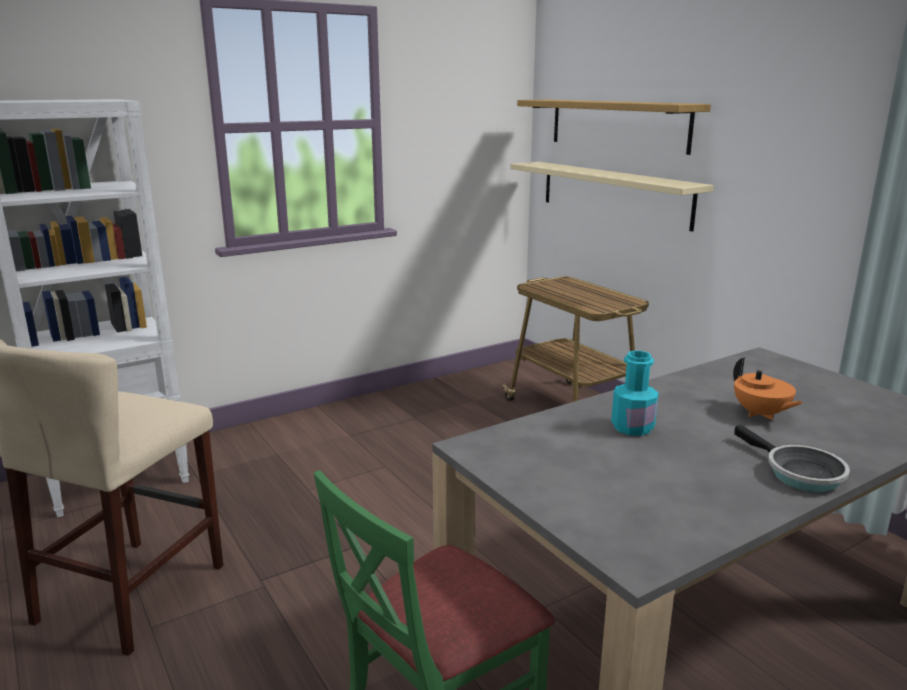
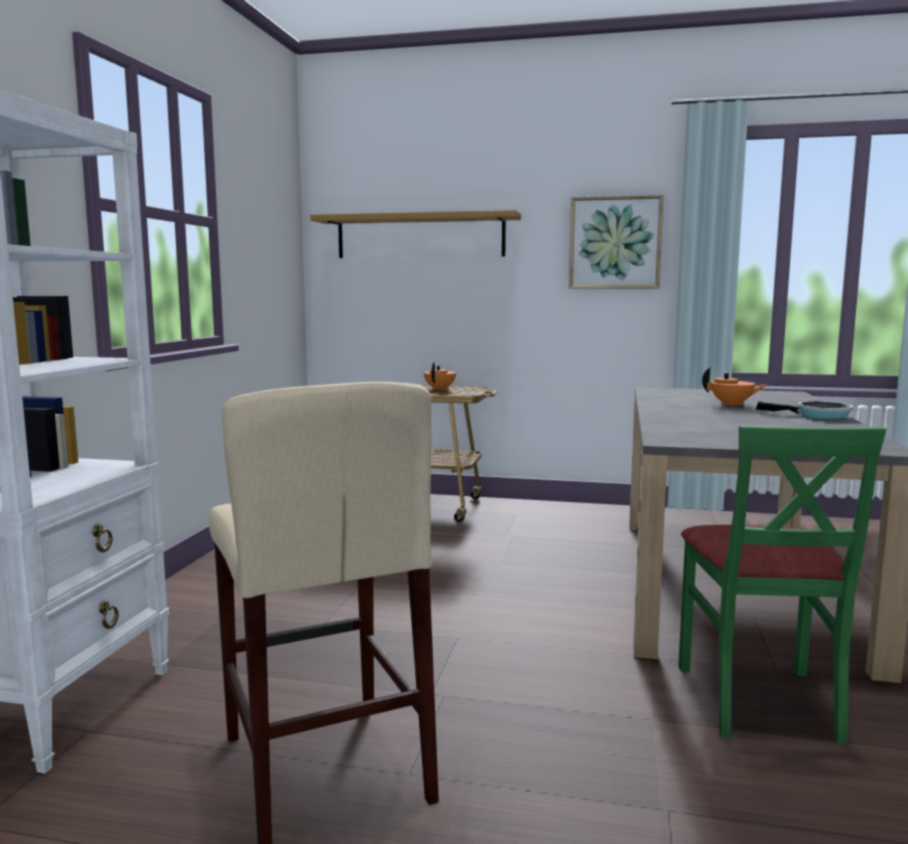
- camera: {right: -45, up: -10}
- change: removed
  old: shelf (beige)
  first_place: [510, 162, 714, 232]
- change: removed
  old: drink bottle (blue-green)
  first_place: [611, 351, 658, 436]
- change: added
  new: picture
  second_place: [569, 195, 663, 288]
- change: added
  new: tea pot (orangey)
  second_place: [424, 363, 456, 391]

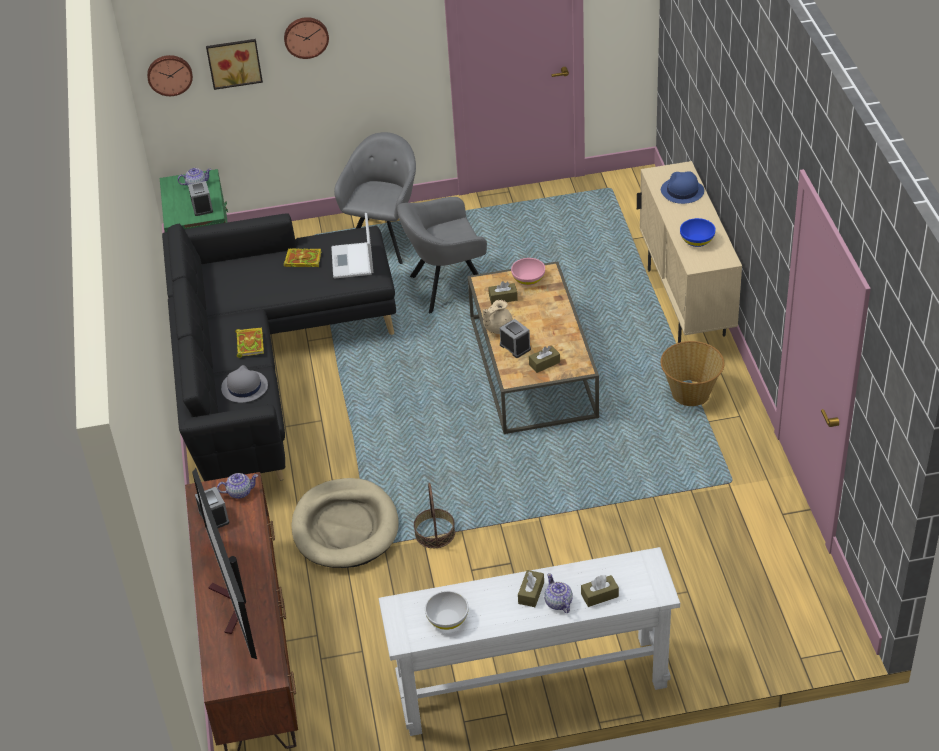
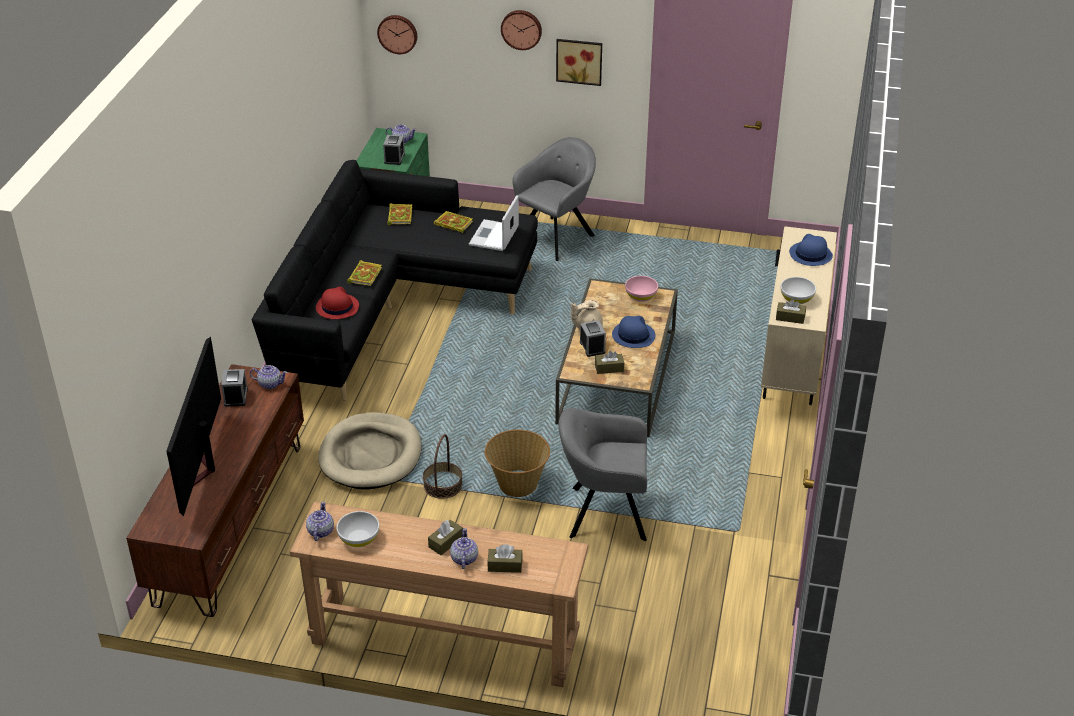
- camera: {right: 20, up: -5}
- change: moved
  old: picture
  first_place: [206, 39, 263, 90]
  second_place: [556, 39, 602, 86]
- change: moved
  old: easy chair (grey)
  first_place: [397, 197, 487, 313]
  second_place: [559, 408, 647, 541]
- change: recoloured
  old: serving bowl (blue)
  new: serving bowl (white-coloured)
  first_place: [680, 218, 716, 247]
  second_place: [781, 277, 816, 304]
- change: moved
  old: tissue holder (brown)
  first_place: [489, 281, 518, 304]
  second_place: [776, 299, 806, 324]
- change: moved
  old: storage basket
  first_place: [661, 341, 724, 406]
  second_place: [485, 430, 550, 497]
- change: recoloured
  old: clothing hat (grey)
  new: clothing hat (red)
  first_place: [221, 365, 268, 403]
  second_place: [316, 287, 359, 319]
- change: recoloured
  old: console table (white-coloured)
  new: console table (brown)
  first_place: [379, 547, 680, 736]
  second_place: [290, 501, 588, 687]
- change: added
  new: book
  second_place: [387, 203, 412, 225]
- change: added
  new: clothing hat (blue)
  second_place: [612, 316, 656, 348]
- change: added
  new: tea pot
  second_place: [306, 501, 334, 541]

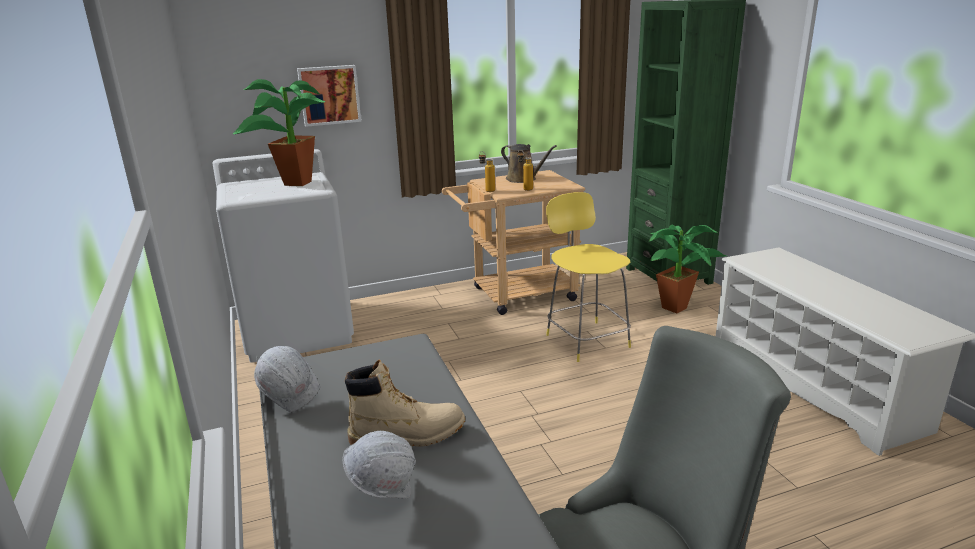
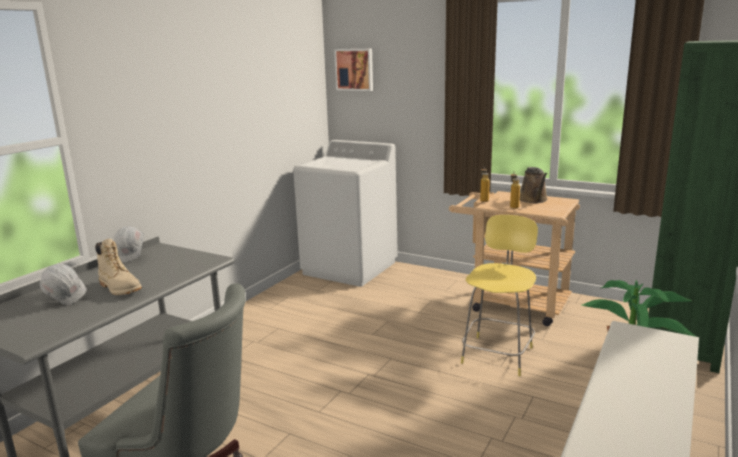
- camera: {right: 50, up: -5}
- change: moved
  old: picture
  first_place: [297, 65, 361, 127]
  second_place: [334, 49, 373, 91]
- change: removed
  old: plant in a pot
  first_place: [233, 79, 325, 186]

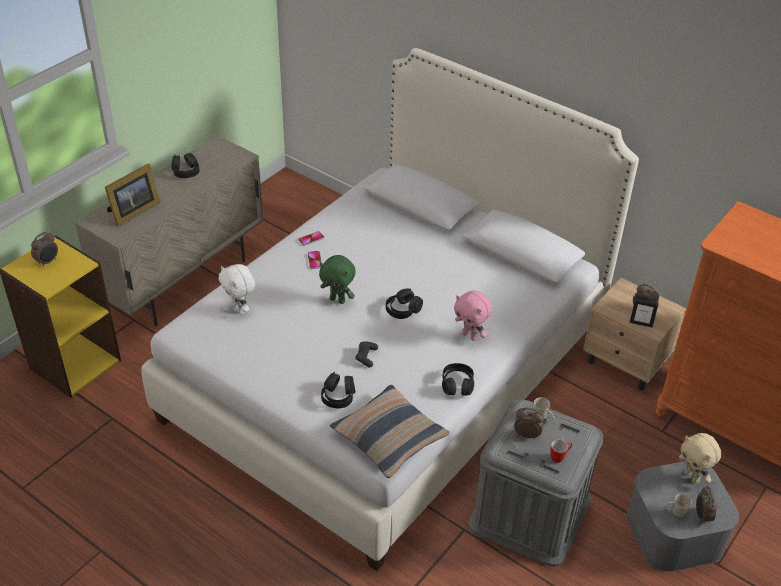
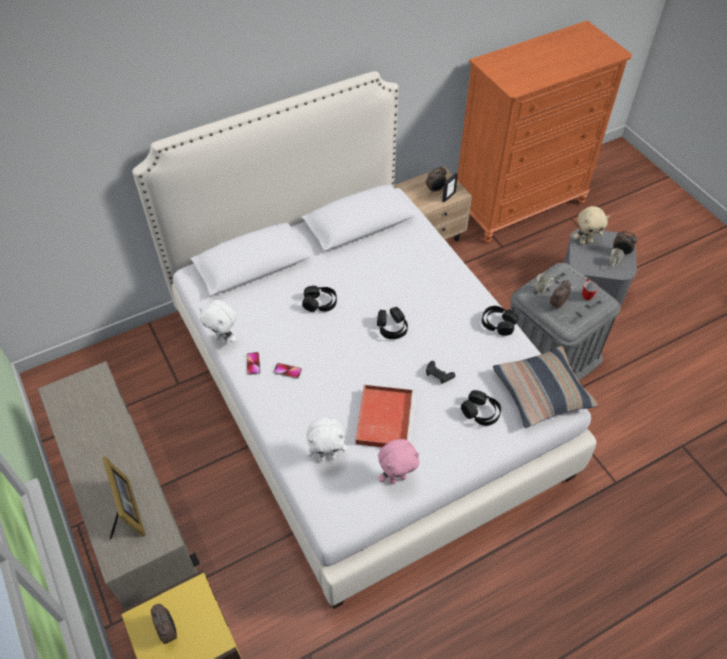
- camera: {right: -65, up: 10}
- change: moved
  old: headphones (black)
  first_place: [171, 153, 199, 178]
  second_place: [302, 286, 337, 312]
- change: removed
  old: plush toy (greenish)
  first_place: [319, 255, 356, 304]
- change: moved
  old: plush toy (pink-coloured)
  first_place: [454, 290, 492, 341]
  second_place: [378, 439, 419, 484]
- change: added
  new: plush toy (white-coloured)
  second_place: [199, 300, 237, 345]
- change: added
  new: serving tray (red)
  second_place: [356, 385, 416, 447]

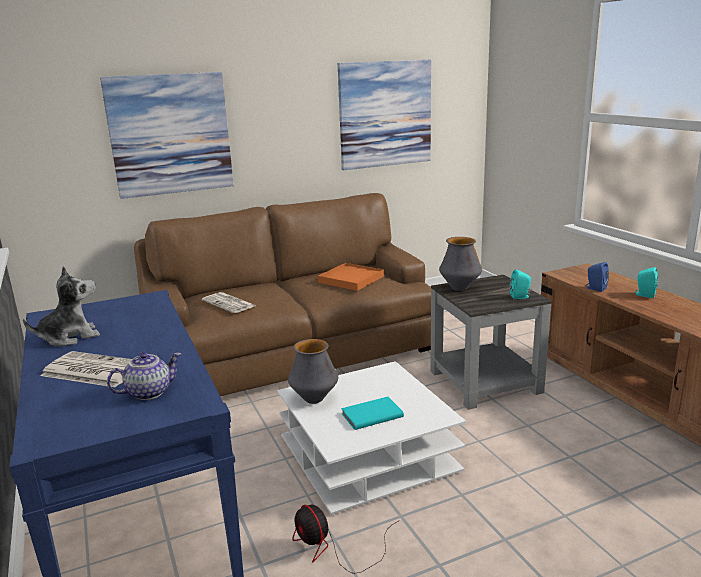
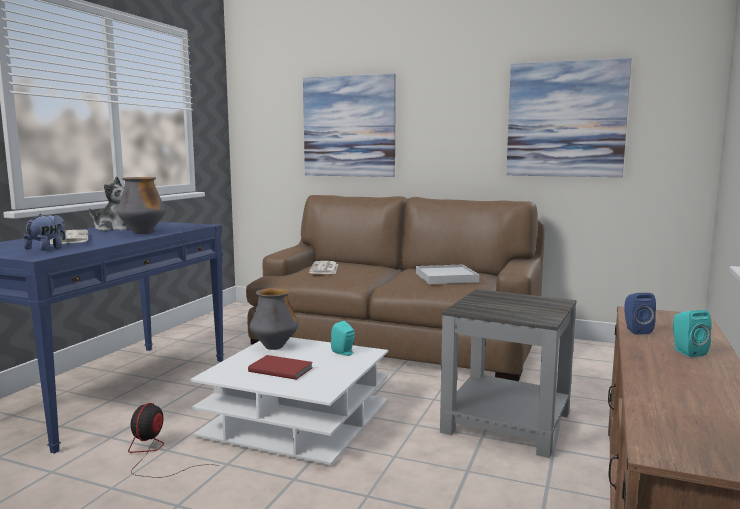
- camera: {right: 45, up: -10}
- change: moved
  old: flower vase
  first_place: [439, 237, 482, 291]
  second_place: [116, 177, 166, 234]
- change: recoloured
  old: serving tray (orangey)
  new: serving tray (white-coloured)
  first_place: [318, 263, 384, 291]
  second_place: [416, 265, 479, 284]
- change: moved
  old: loudspeaker (blue-green)
  first_place: [510, 269, 531, 299]
  second_place: [331, 321, 354, 356]
- change: replaced
  old: tea pot
  new: plush toy
  first_place: [107, 352, 181, 400]
  second_place: [24, 214, 66, 250]
- change: recoloured
  old: book (blue-green)
  new: book (red)
  first_place: [341, 397, 404, 430]
  second_place: [248, 355, 313, 380]

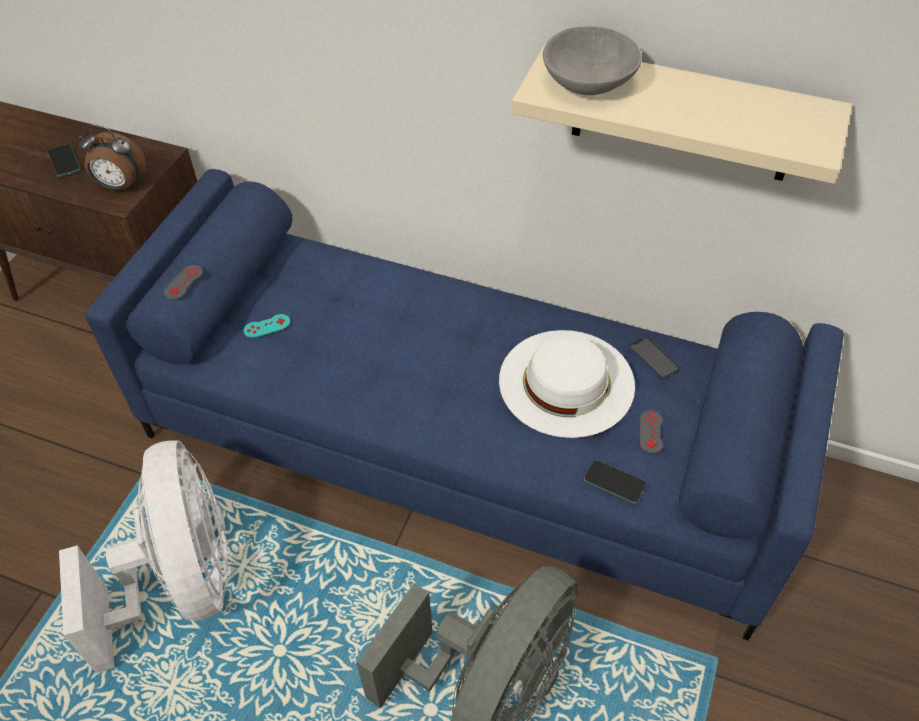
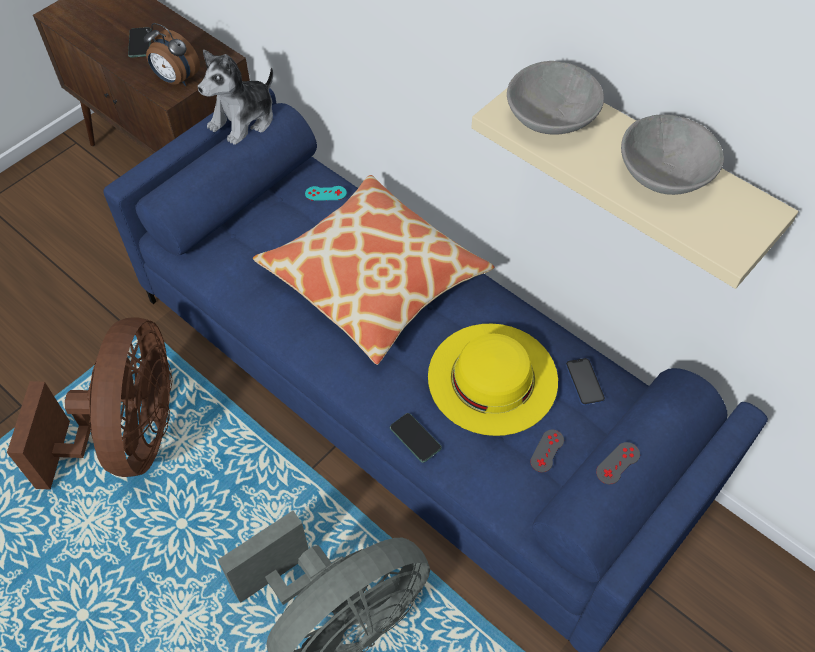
- camera: {right: 20, up: 5}
- change: moved
  old: joypad (grey)
  first_place: [164, 265, 203, 300]
  second_place: [596, 442, 640, 485]
- change: moved
  old: joypad (blue-green)
  first_place: [243, 314, 290, 338]
  second_place: [305, 186, 347, 201]
- change: recoloured
  old: clothing hat (white-coloured)
  new: clothing hat (yellow-coloured)
  first_place: [499, 330, 635, 438]
  second_place: [428, 324, 558, 436]
- change: recoloured
  old: electric fan (white-coloured)
  new: electric fan (brown)
  first_place: [59, 441, 228, 673]
  second_place: [7, 317, 172, 490]
- change: moved
  old: telephone
  first_place: [584, 460, 647, 504]
  second_place: [390, 413, 442, 463]
- change: added
  new: plush toy
  second_place: [198, 50, 273, 145]
- change: added
  new: serving bowl (grey)
  second_place: [621, 115, 724, 195]
- change: added
  new: pillow
  second_place: [253, 175, 495, 365]

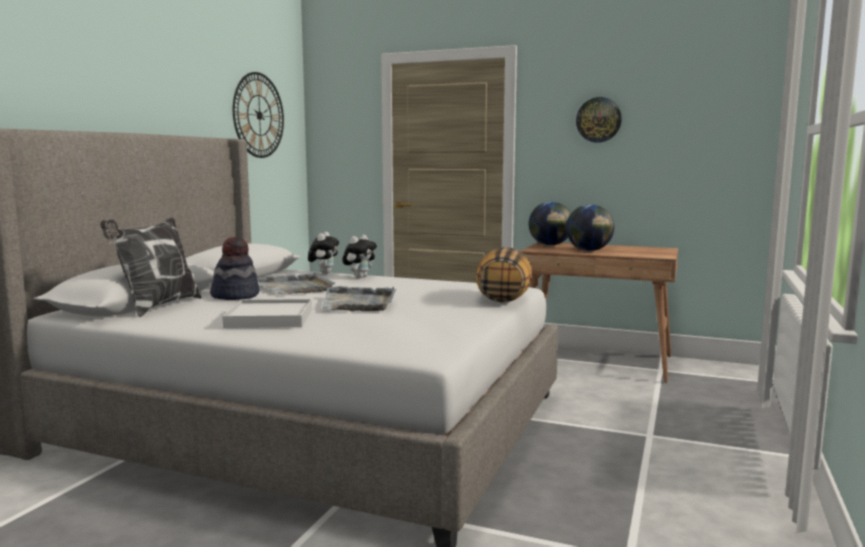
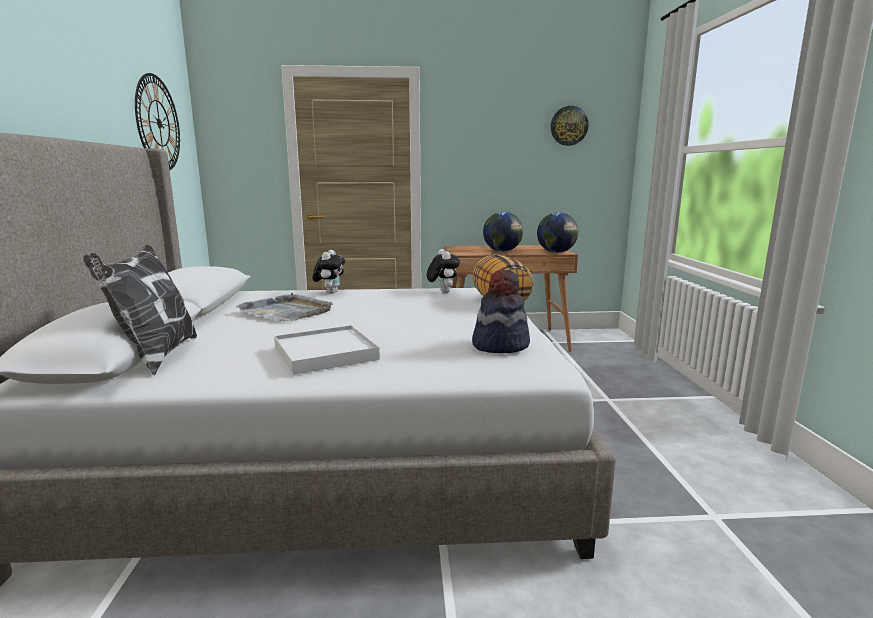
- camera: {right: -25, up: 5}
- change: moved
  old: hanging clock
  first_place: [576, 97, 622, 143]
  second_place: [551, 106, 588, 146]
- change: moved
  old: globe
  first_place: [529, 202, 571, 246]
  second_place: [537, 212, 578, 253]
- change: moved
  old: plush toy
  first_place: [308, 232, 339, 274]
  second_place: [427, 249, 460, 293]
- change: moved
  old: clothing hat
  first_place: [210, 237, 259, 300]
  second_place: [472, 270, 530, 353]
- change: removed
  old: serving tray (grey)
  first_place: [322, 286, 396, 311]

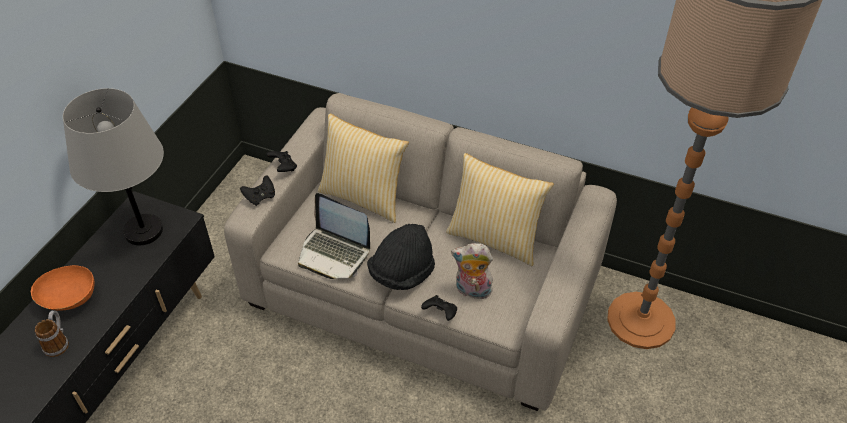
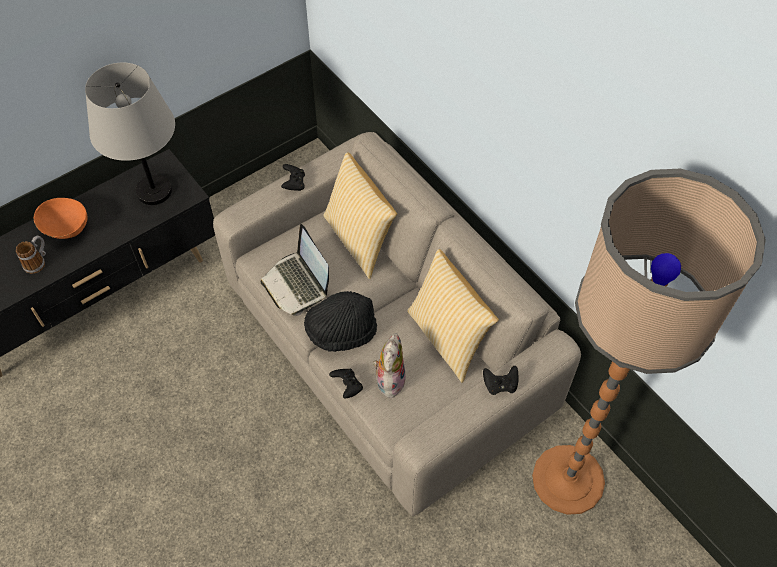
- camera: {right: 30, up: 10}
- change: moved
  old: joypad (black)
  first_place: [240, 175, 275, 206]
  second_place: [483, 366, 519, 395]
- change: turned
  old: plush toy
  first_place: [451, 243, 494, 299]
  second_place: [373, 333, 406, 398]
  degrees: 60

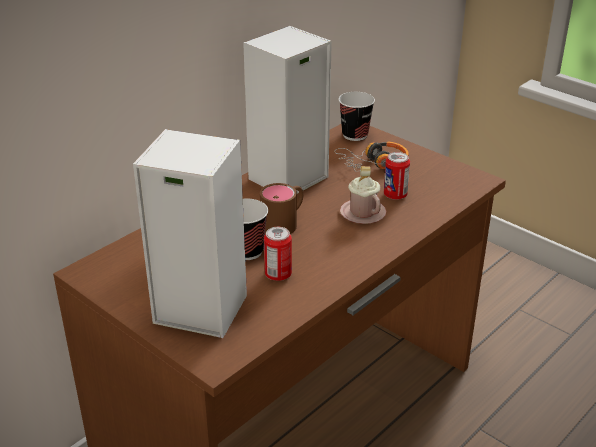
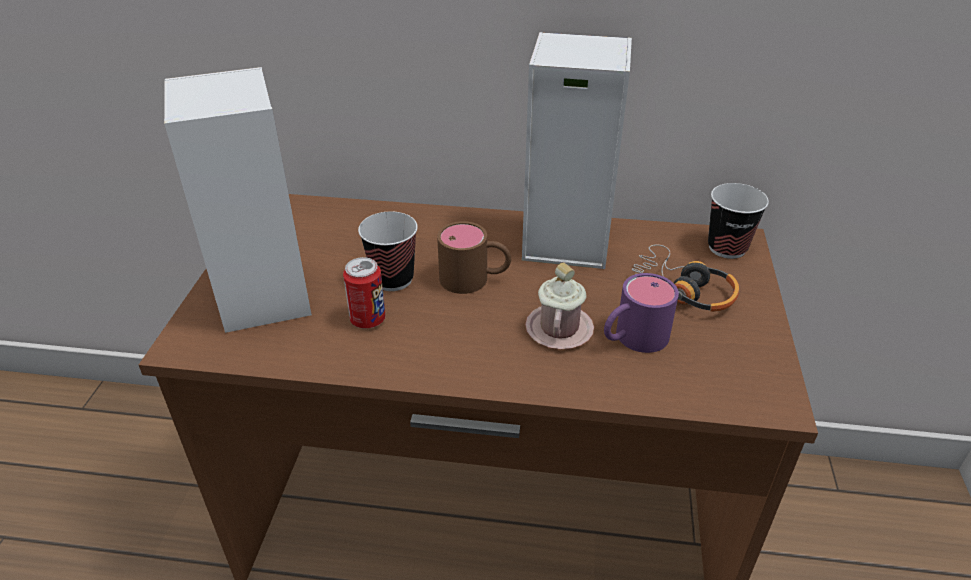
- camera: {right: 55, up: 5}
- change: replaced
  old: metal can
  new: tea mug (purple-coloured)
  first_place: [384, 152, 410, 200]
  second_place: [604, 273, 679, 353]

